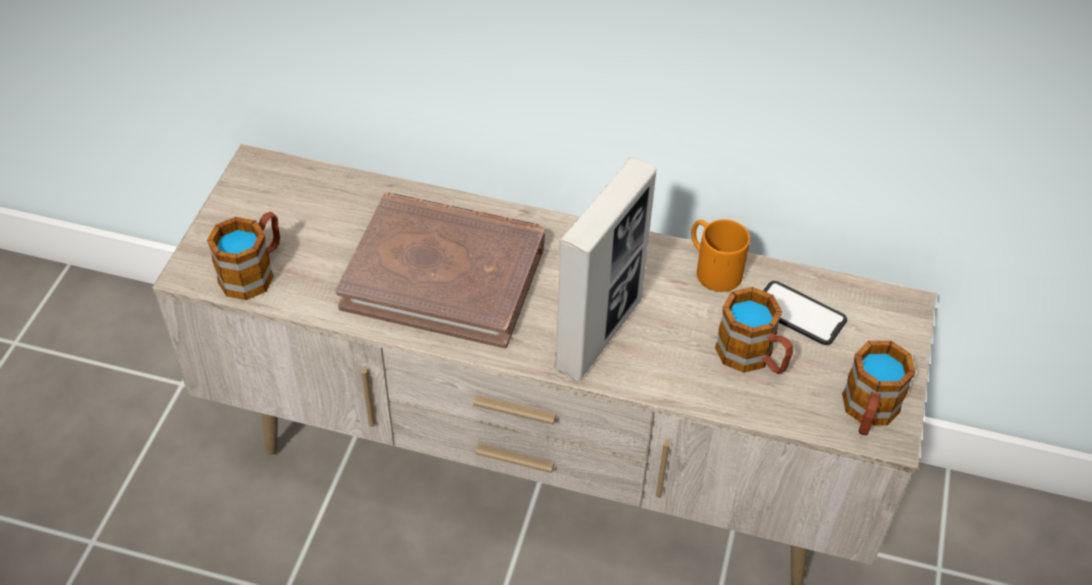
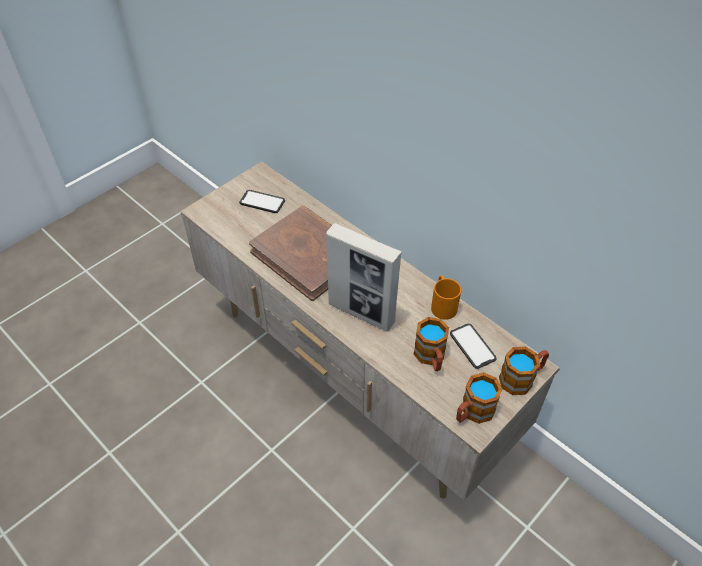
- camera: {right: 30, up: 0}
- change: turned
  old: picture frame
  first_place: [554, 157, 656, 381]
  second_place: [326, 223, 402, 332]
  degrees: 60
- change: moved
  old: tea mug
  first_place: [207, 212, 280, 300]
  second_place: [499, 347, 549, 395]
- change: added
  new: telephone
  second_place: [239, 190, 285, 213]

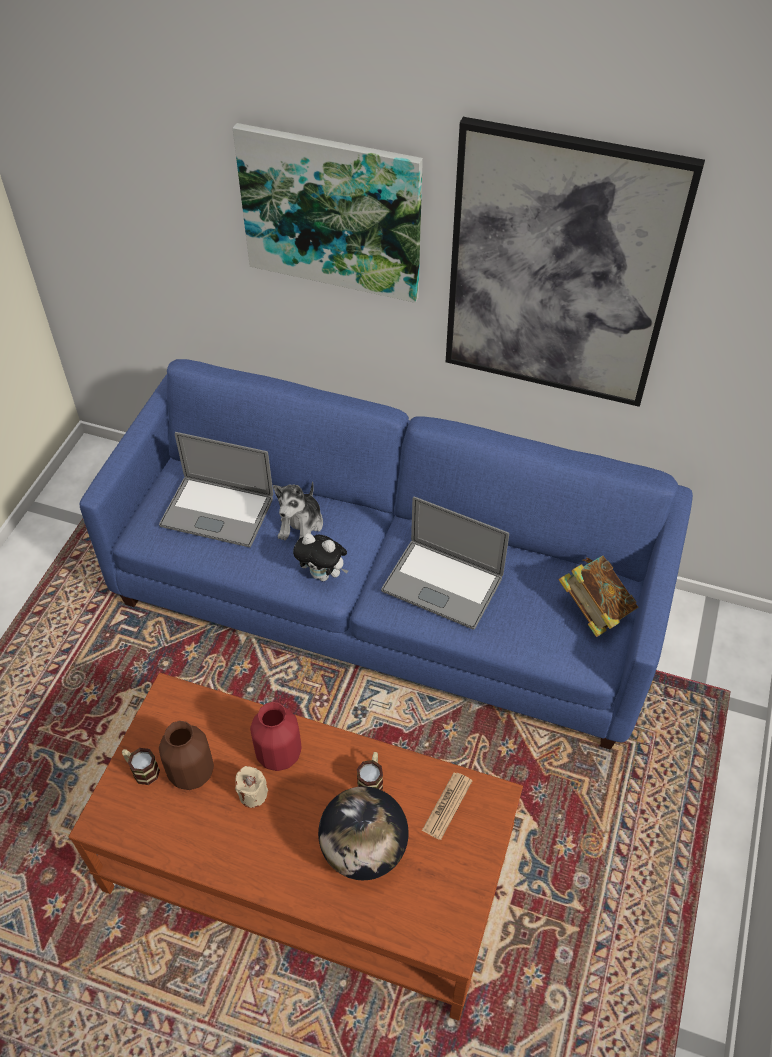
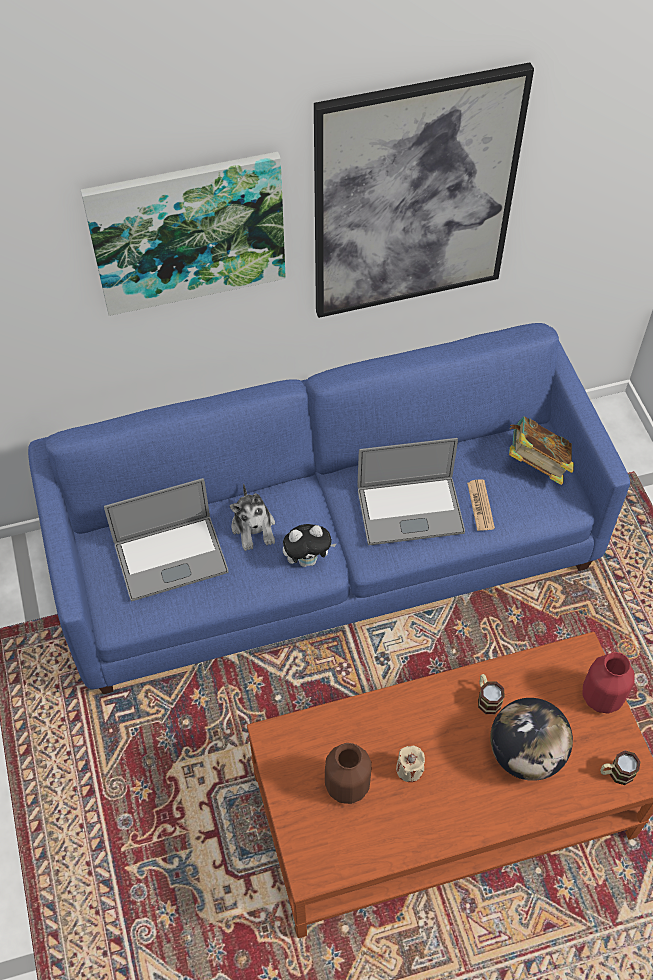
- camera: {right: -35, up: 5}
- change: moved
  old: flower vase (red)
  first_place: [250, 702, 302, 771]
  second_place: [583, 652, 635, 713]
- change: moved
  old: tea mug
  first_place: [122, 748, 160, 785]
  second_place: [600, 750, 641, 785]
- change: moved
  old: printed paper
  first_place: [422, 773, 473, 840]
  second_place: [467, 480, 495, 531]

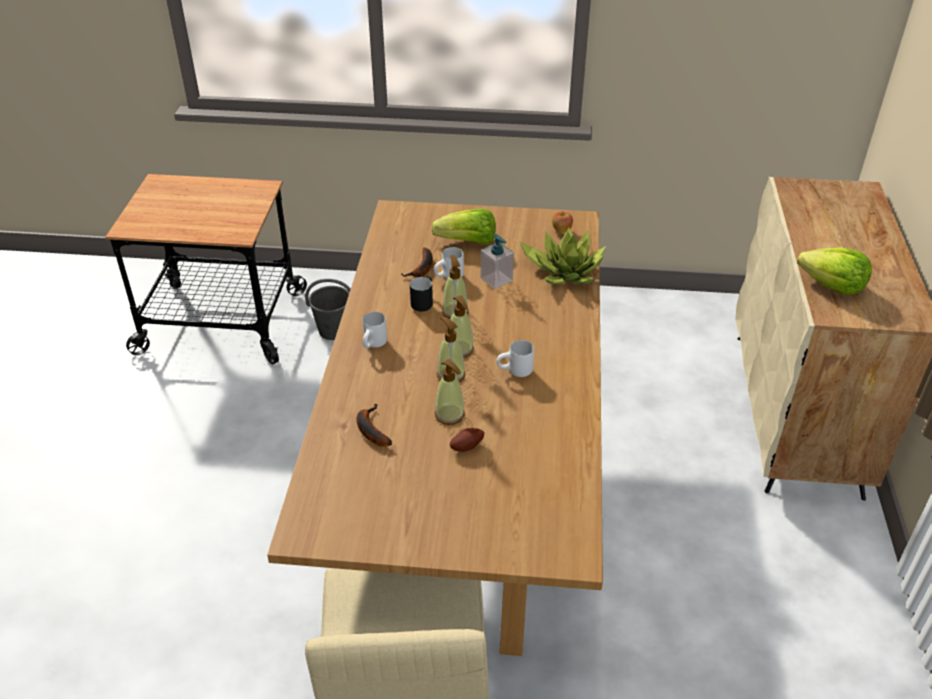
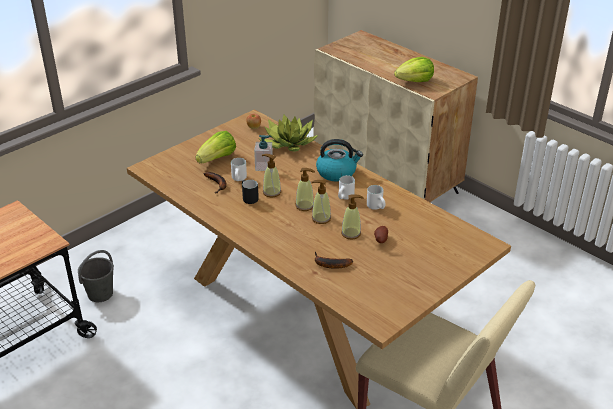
- camera: {right: -50, up: -5}
- change: moved
  old: tea mug (white-coloured)
  first_place: [362, 312, 387, 349]
  second_place: [367, 185, 385, 210]
- change: added
  new: tea kettle
  second_place: [316, 139, 363, 181]

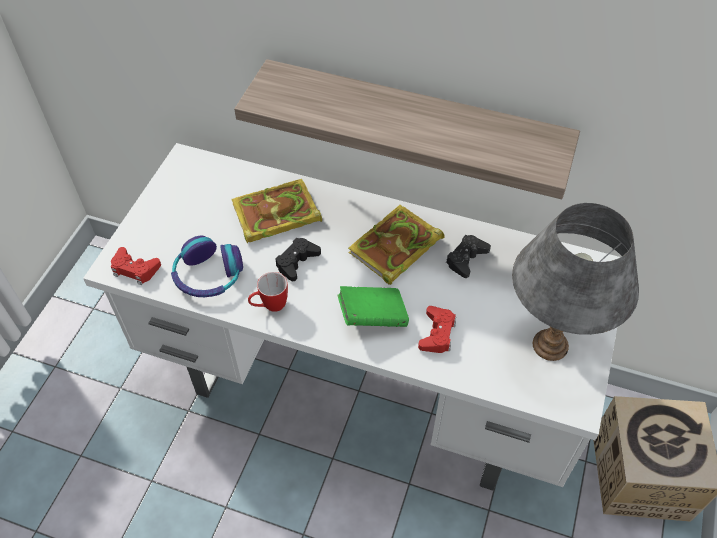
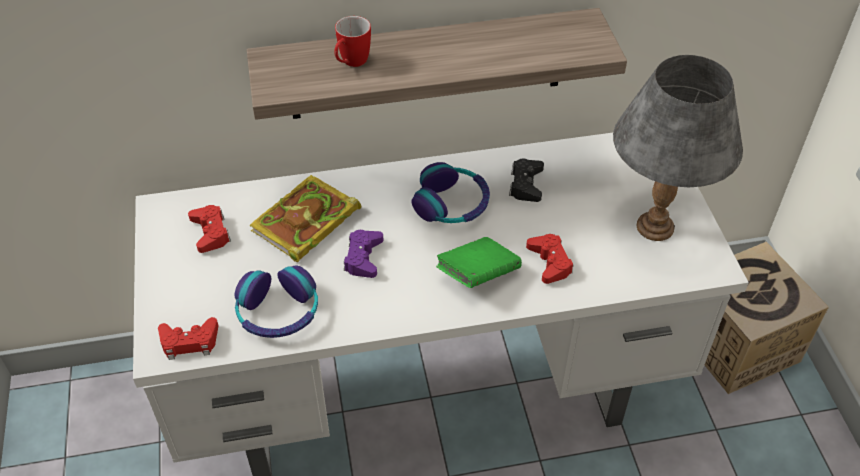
- camera: {right: -30, up: -5}
- change: replaced
  old: book
  new: headphones
  first_place: [348, 205, 445, 285]
  second_place: [411, 162, 490, 223]
- change: recoloured
  old: joypad (black)
  new: joypad (purple-coloured)
  first_place: [275, 238, 321, 281]
  second_place: [344, 230, 383, 278]
- change: moved
  old: tea mug
  first_place: [248, 272, 288, 312]
  second_place: [334, 16, 371, 67]
- change: added
  new: joypad (red)
  second_place: [188, 205, 231, 253]

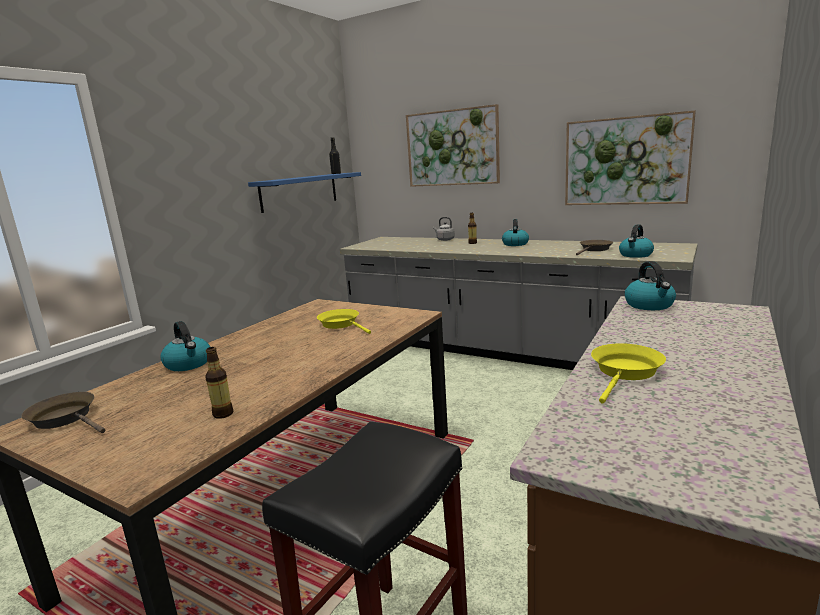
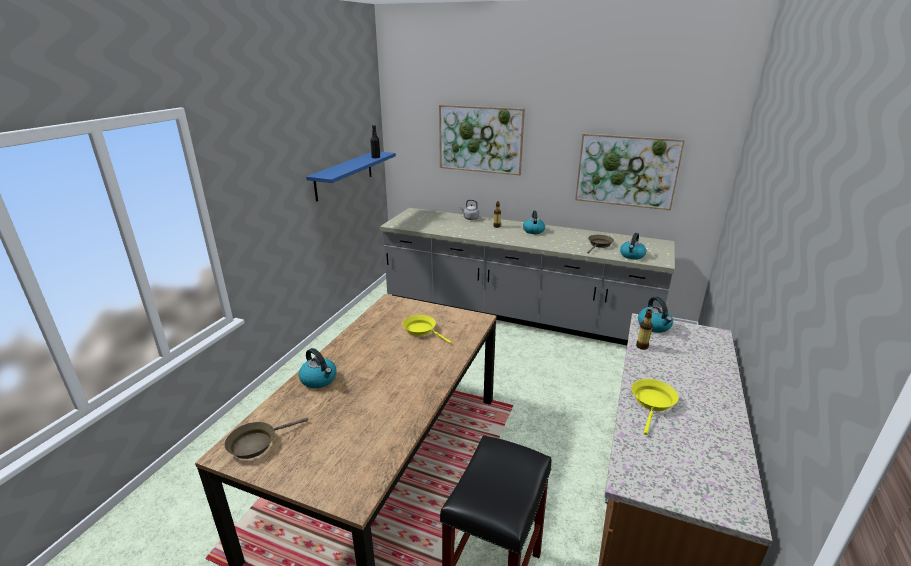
- camera: {right: -10, up: 10}
- change: moved
  old: drink bottle
  first_place: [205, 347, 233, 419]
  second_place: [636, 309, 653, 350]
- change: turned
  old: skillet (brown)
  first_place: [22, 392, 105, 433]
  second_place: [225, 418, 308, 459]
  degrees: -60

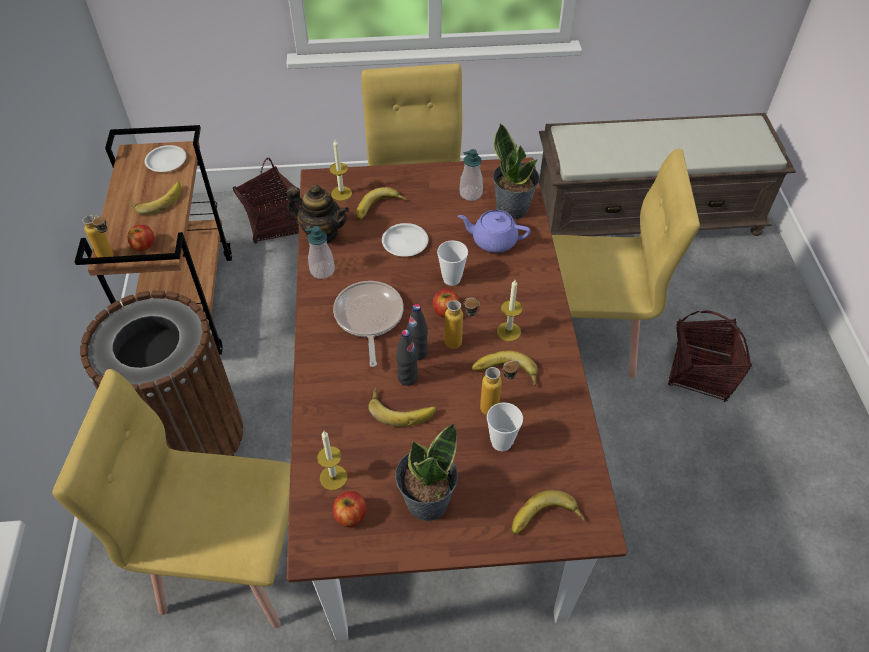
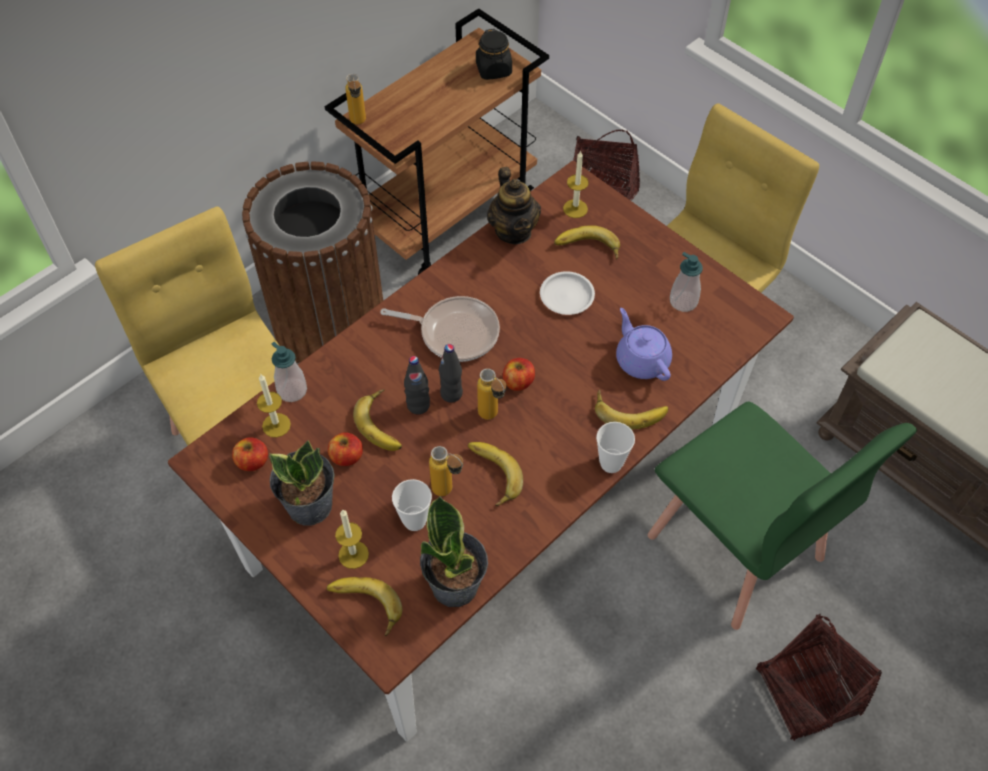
- camera: {right: 50, up: 5}
- change: moved
  old: plant in a pot
  first_place: [493, 123, 539, 219]
  second_place: [420, 496, 488, 607]
- change: replaced
  old: plate (white-coloured)
  new: jar (black)
  first_place: [145, 145, 186, 172]
  second_place: [476, 29, 512, 80]
- change: recoloured
  old: plain chair (yellow-coloured)
  new: plain chair (greenish)
  first_place: [552, 149, 700, 378]
  second_place: [648, 401, 917, 630]
- change: moved
  old: whole banana
  first_place: [129, 182, 181, 215]
  second_place: [595, 389, 668, 430]
- change: moved
  old: apple
  first_place: [127, 225, 154, 251]
  second_place: [328, 432, 363, 466]
- change: moved
  old: soap bottle
  first_place: [305, 226, 335, 279]
  second_place: [272, 342, 307, 402]
- change: moved
  old: drinking cup
  first_place: [437, 240, 468, 286]
  second_place: [596, 422, 635, 473]
- change: moved
  old: wax light
  first_place: [497, 280, 522, 341]
  second_place: [335, 509, 369, 569]
- change: turned
  old: skillet
  first_place: [333, 281, 404, 367]
  second_place: [380, 296, 500, 362]
  degrees: 60

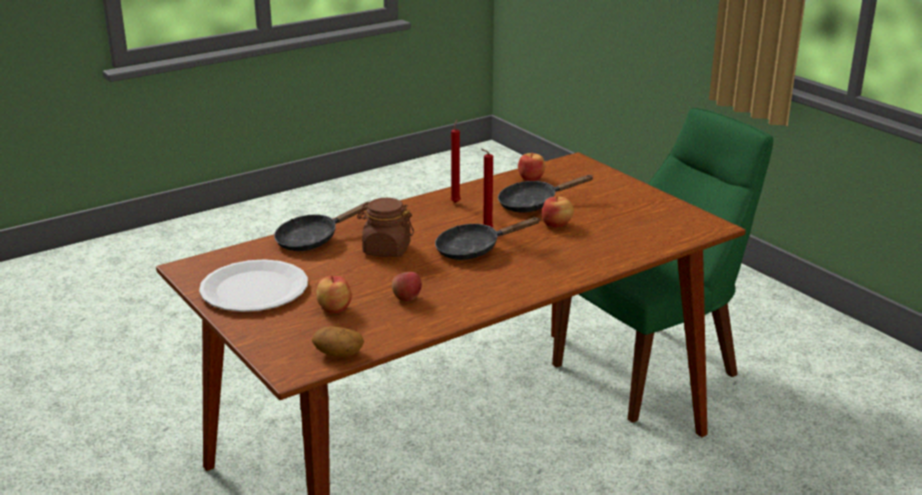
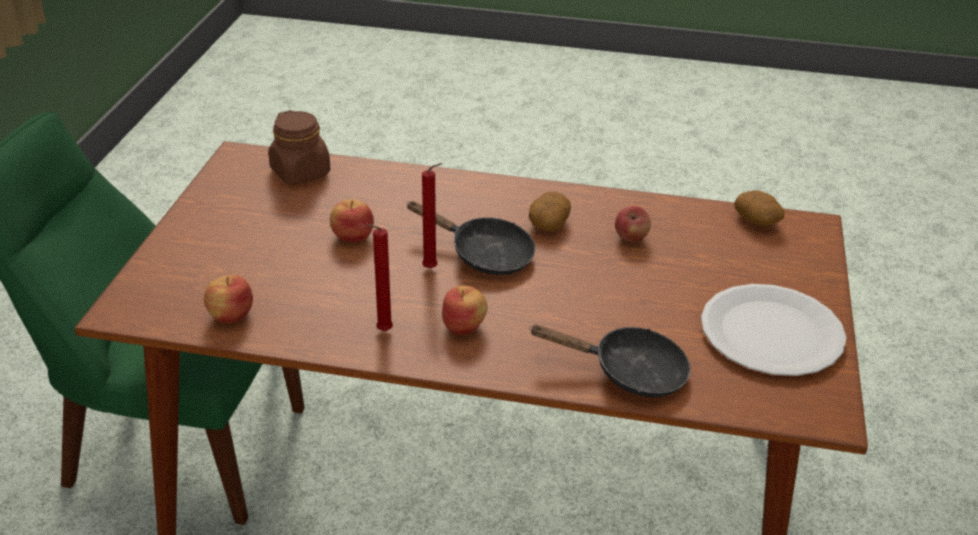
- camera: {right: -135, up: 10}
- change: removed
  old: skillet (black)
  first_place: [498, 175, 594, 212]
- change: moved
  old: jar (brown)
  first_place: [357, 198, 414, 257]
  second_place: [268, 110, 330, 185]
- change: moved
  old: apple
  first_place: [316, 275, 352, 313]
  second_place: [442, 286, 487, 335]
- change: added
  new: potato
  second_place: [529, 191, 571, 232]

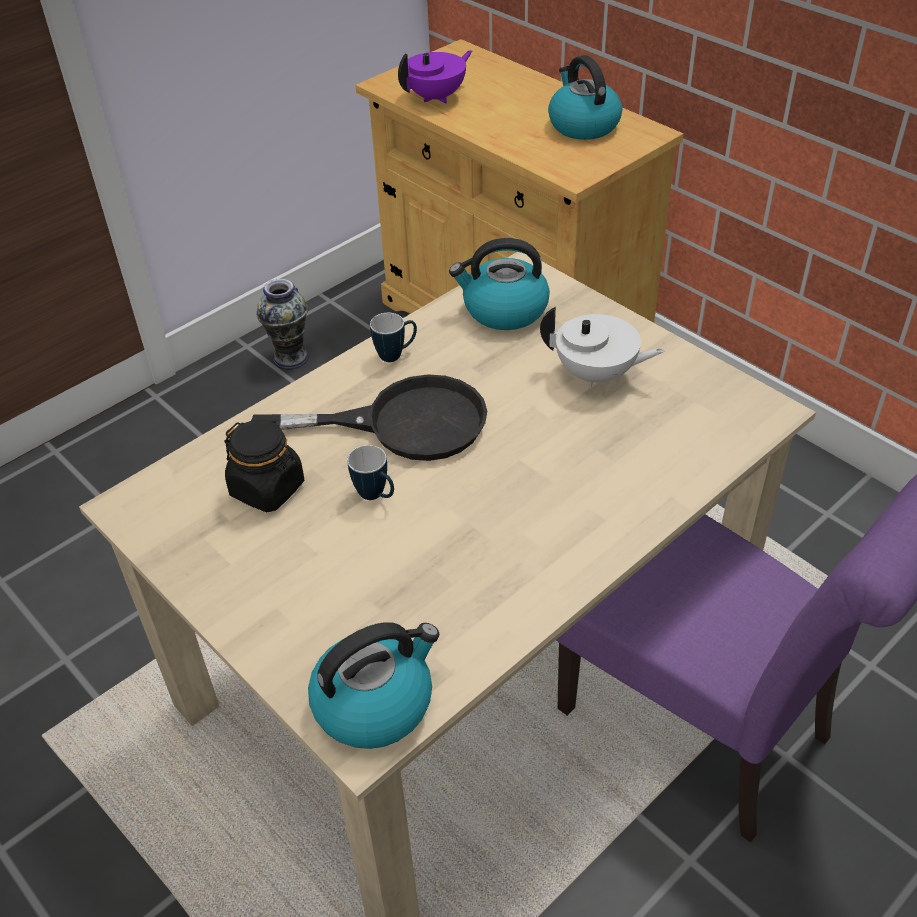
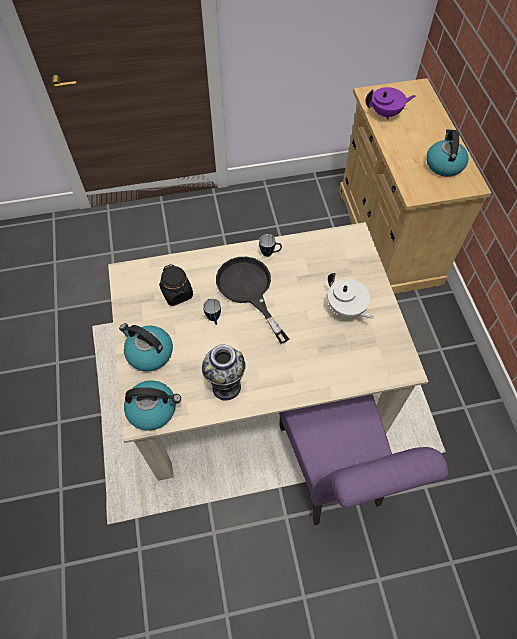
- camera: {right: 30, up: 15}
- change: moved
  old: tea kettle
  first_place: [449, 238, 550, 330]
  second_place: [119, 323, 173, 371]
- change: moved
  old: flower vase
  first_place: [256, 279, 309, 370]
  second_place: [202, 344, 246, 401]
- change: turned
  old: skillet (black)
  first_place: [251, 374, 487, 461]
  second_place: [216, 257, 290, 344]
  degrees: -150

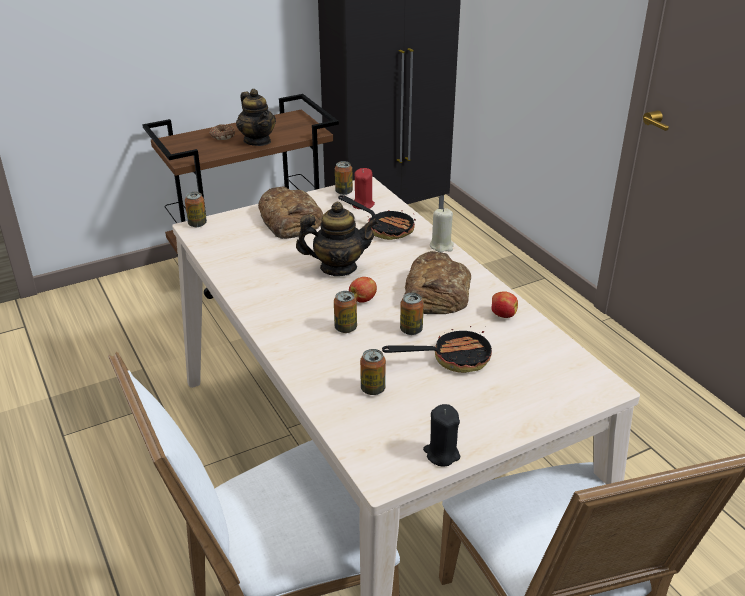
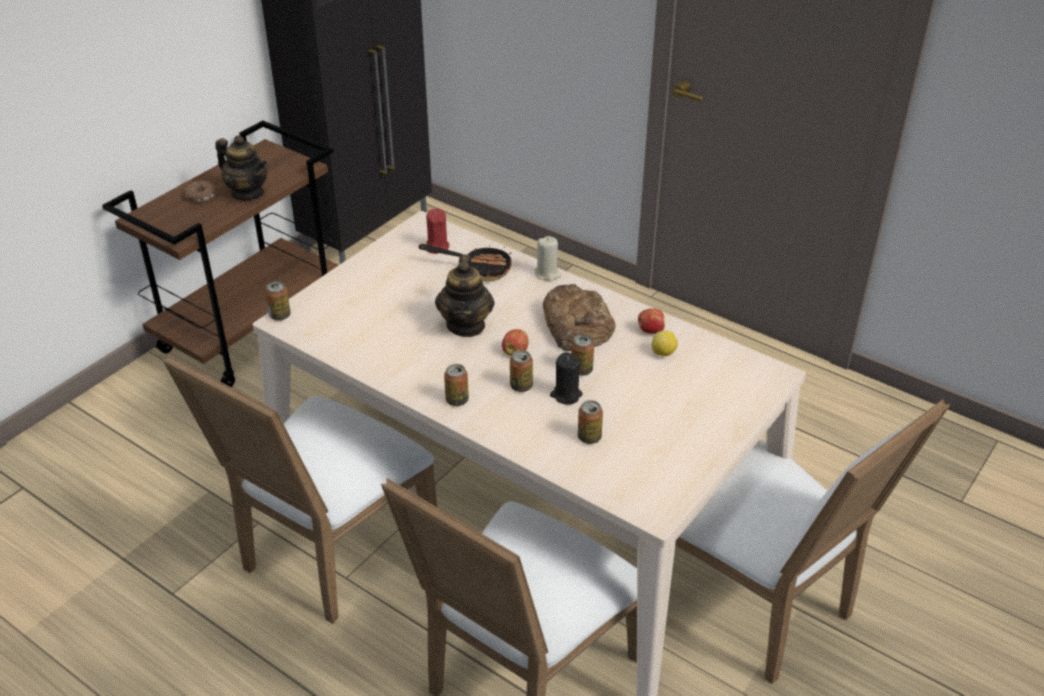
- camera: {right: -25, up: 5}
- change: moved
  old: metal can
  first_place: [335, 161, 353, 195]
  second_place: [444, 364, 469, 406]
- change: removed
  old: baked bread
  first_place: [258, 186, 323, 239]
- change: turned
  old: tea pot
  first_place: [296, 202, 379, 276]
  second_place: [435, 254, 495, 337]
  degrees: 120
- change: removed
  old: skillet
  first_place: [382, 326, 492, 373]
- change: moved
  old: wax light (black)
  first_place: [423, 404, 460, 466]
  second_place: [550, 352, 583, 404]
- change: added
  new: lemon
  second_place: [652, 330, 678, 356]
- change: added
  new: plain chair (white-coloured)
  second_place: [163, 355, 437, 624]

